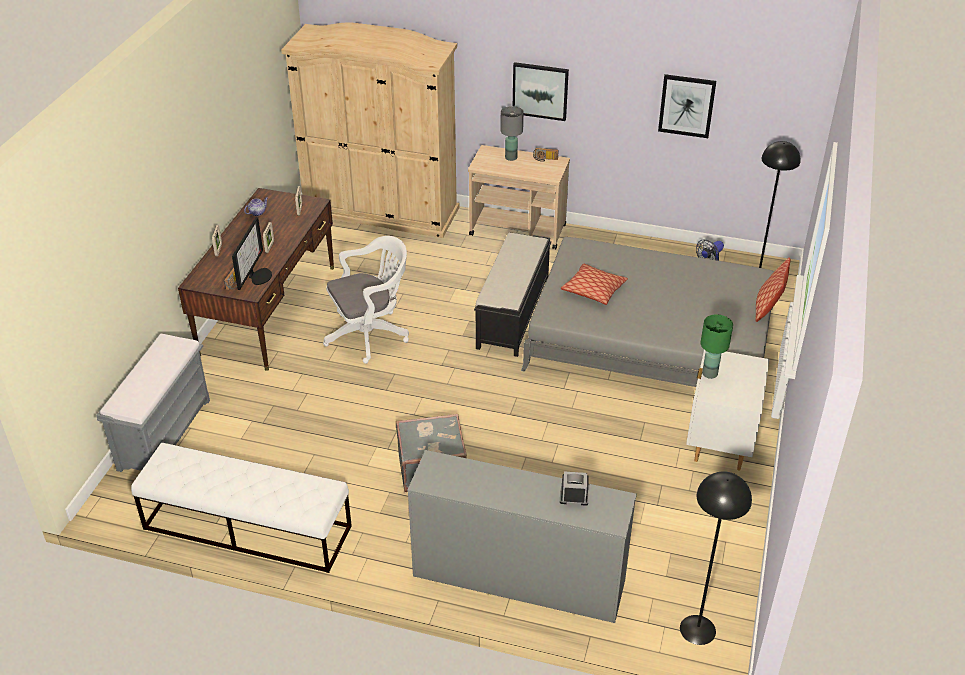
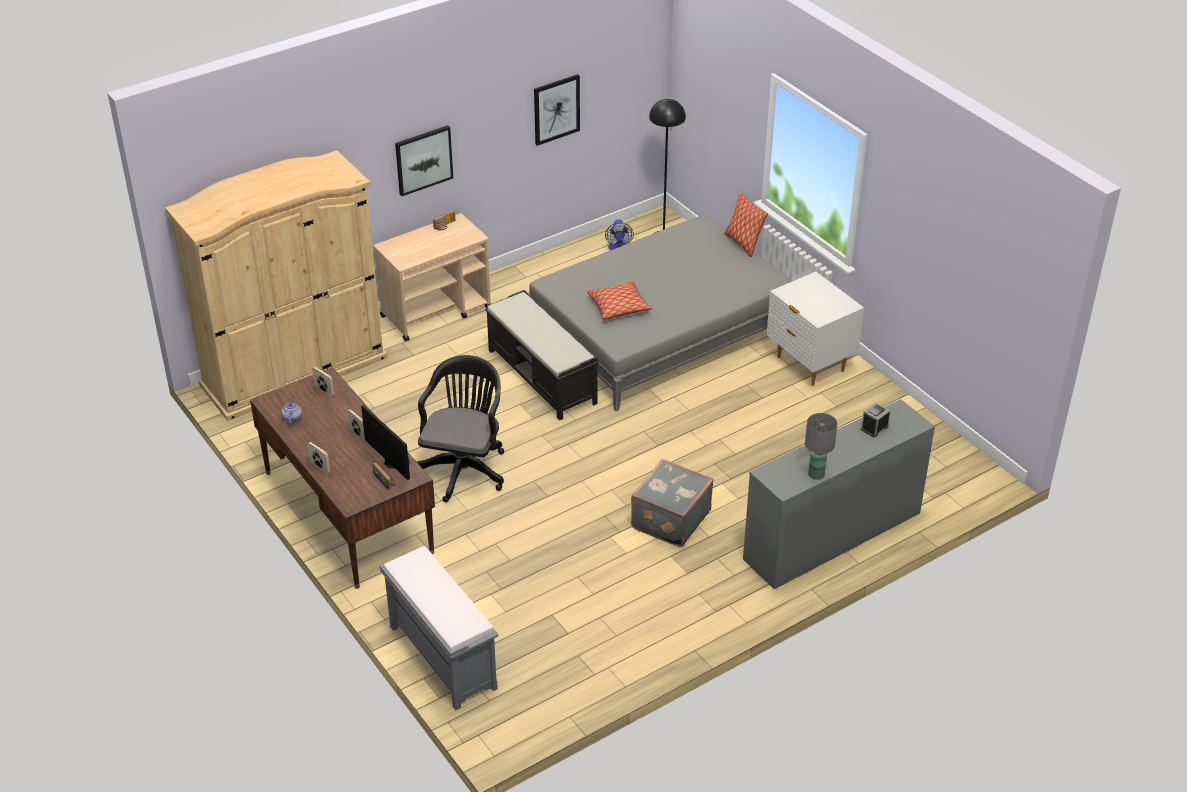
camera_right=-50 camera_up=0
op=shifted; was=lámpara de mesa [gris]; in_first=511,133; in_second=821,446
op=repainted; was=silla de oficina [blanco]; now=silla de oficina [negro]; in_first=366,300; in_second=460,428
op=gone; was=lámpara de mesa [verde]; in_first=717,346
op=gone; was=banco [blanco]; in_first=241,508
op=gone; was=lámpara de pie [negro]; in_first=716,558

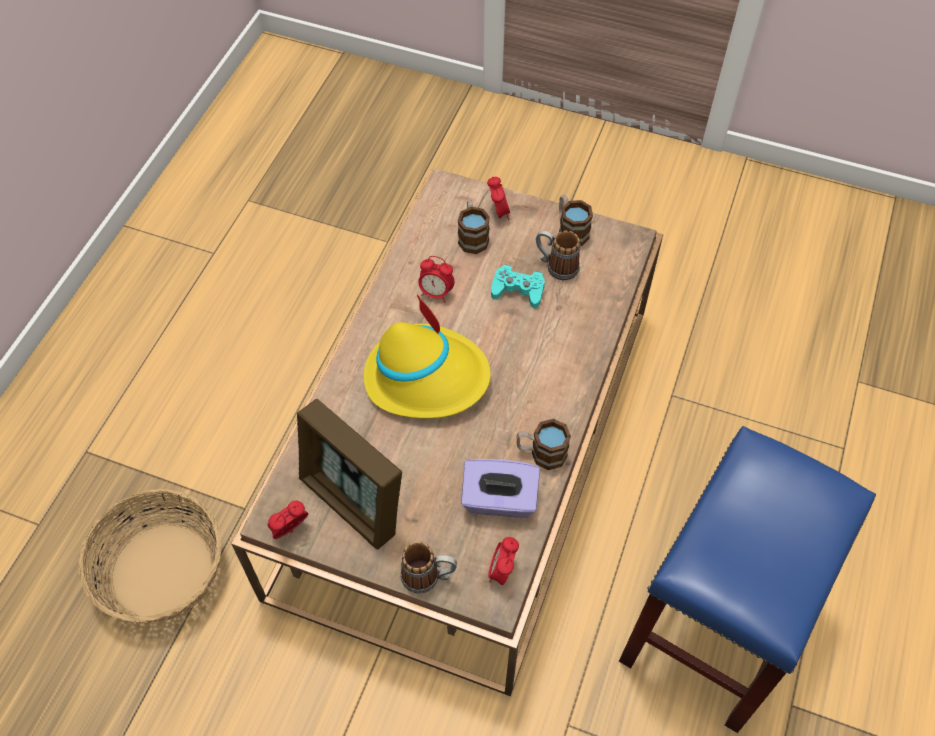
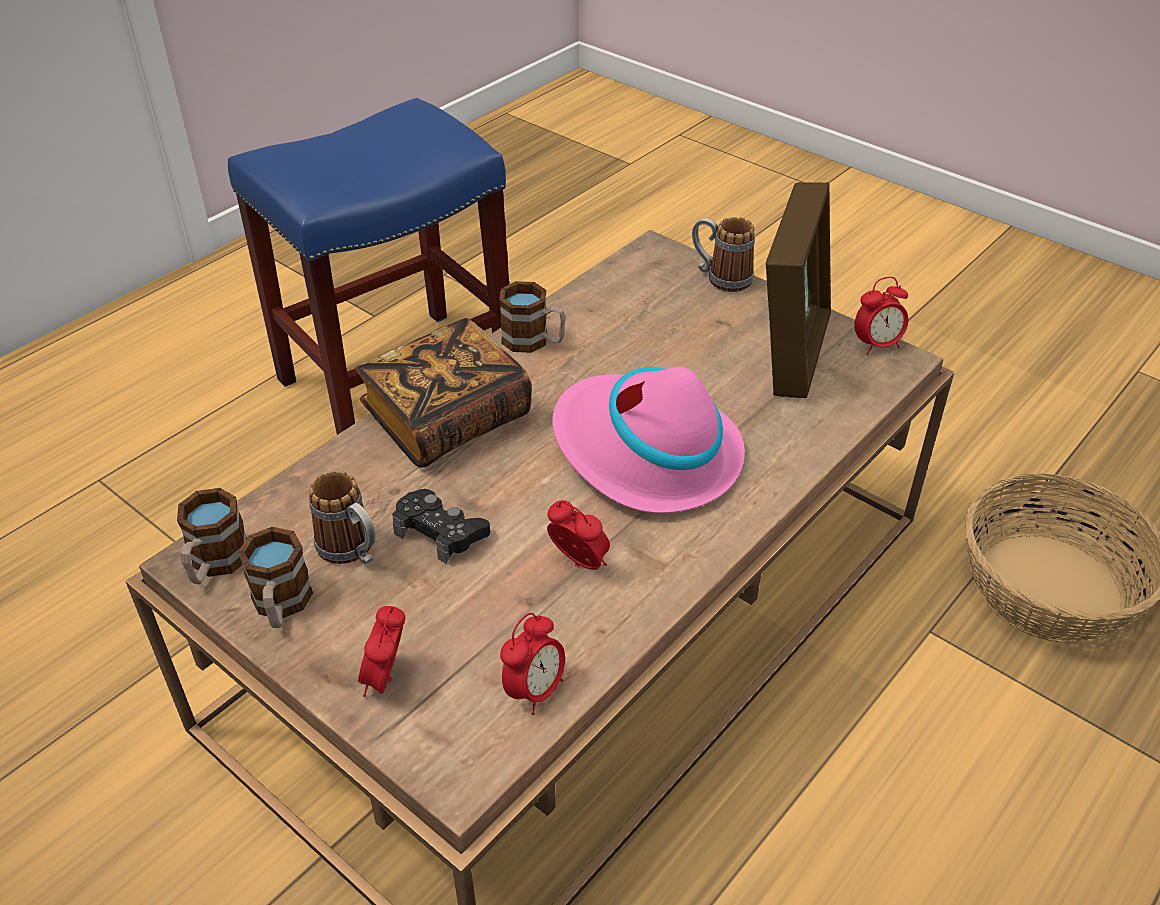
camera_right=-160 camera_up=-15
op=shifted; was=taza grande; in_first=474,227; in_second=212,536
op=repainted; was=mando de consola [turquesa]; now=mando de consola [negro]; in_first=518,286; in_second=441,526
op=repainted; was=sombrero [amarillo]; now=sombrero [rosa]; in_first=427,356; in_second=648,440
op=rotated; was=portarretratos; in_first=349,474; in_second=798,290; clockwise=45
op=gone; was=caja de pañuelos [morado]; in_first=500,488
op=shifted; was=despertador; in_first=503,561; in_second=532,664
op=new; now=libro; in_second=443,393

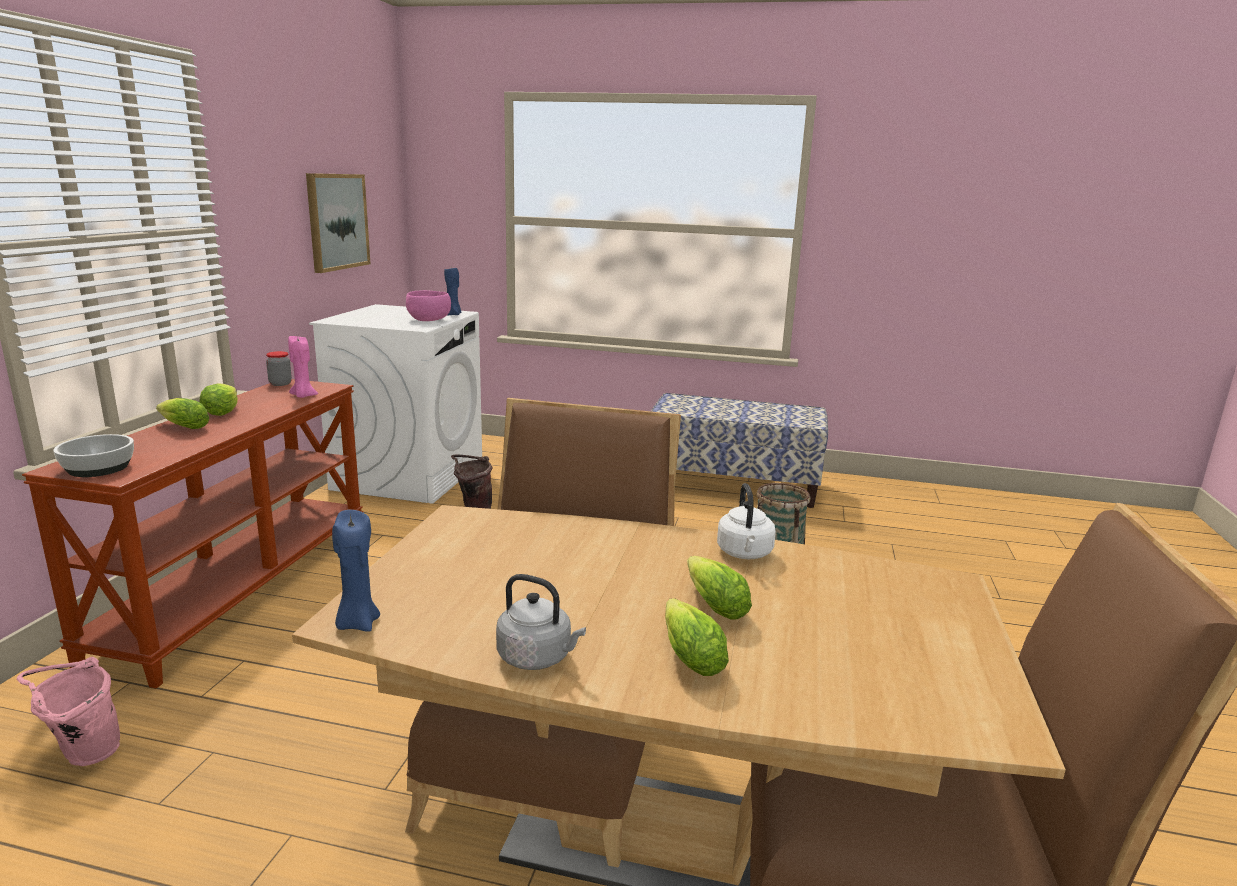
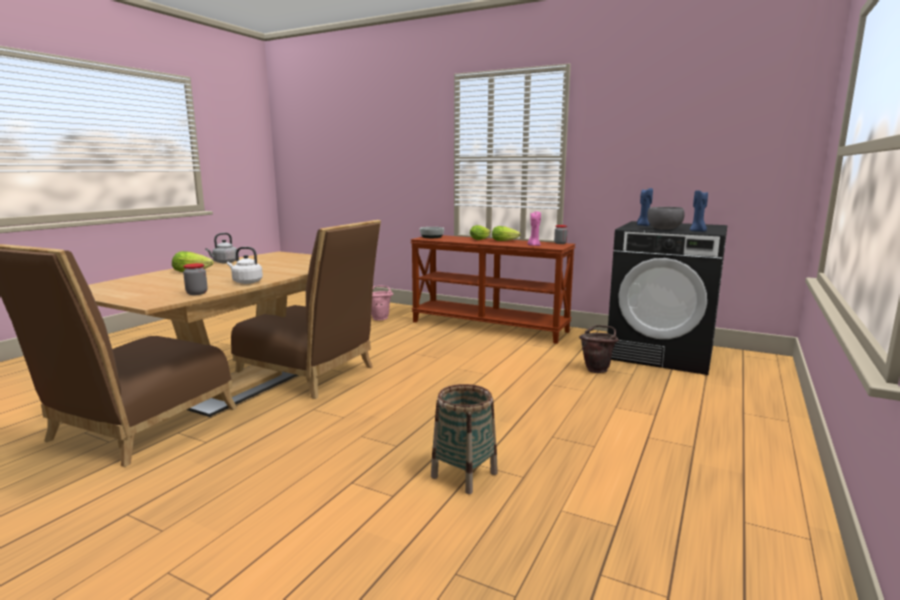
camera_right=105 camera_up=-5
op=gone; was=cuadro; in_first=338,223
op=repainted; was=cuenco [rosa]; now=cuenco [gris]; in_first=428,305; in_second=666,218
op=repainted; was=lavadora [blanco]; now=lavadora [negro]; in_first=395,404; in_second=667,298
op=gone; was=banco; in_first=739,450
op=shifted; was=vela [azul]; in_first=356,571; in_second=645,207
op=gone; was=lechuga; in_first=719,587
op=new; now=tarro; in_second=195,279

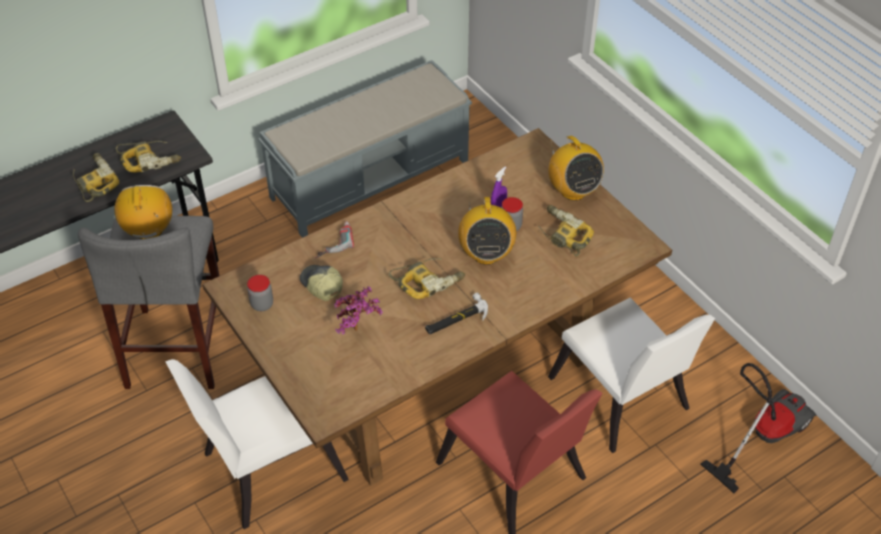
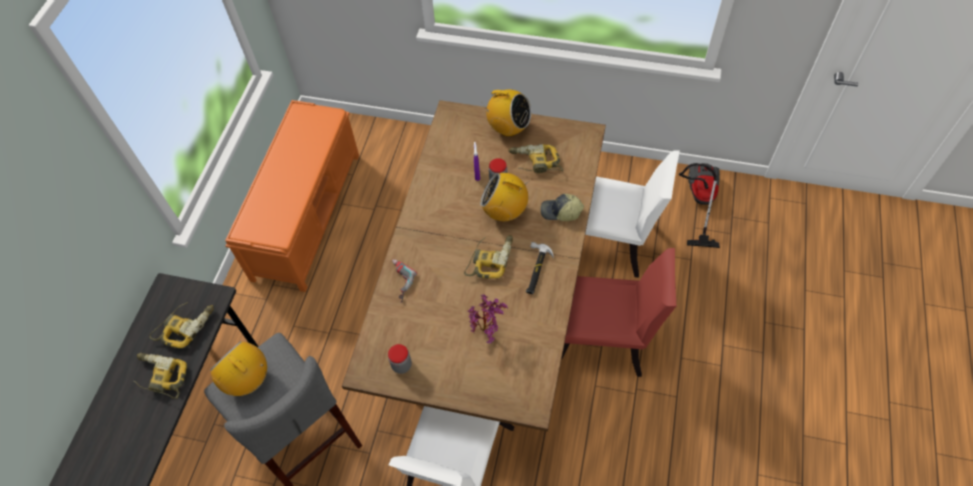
camera_right=-40 camera_up=10
op=repainted; was=banco [gris]; now=banco [naranja]; in_first=365,149; in_second=292,196
op=rotated; was=radio; in_first=487,230; in_second=506,197; clockwise=150
op=shifted; was=gorra; in_first=321,283; in_second=562,207

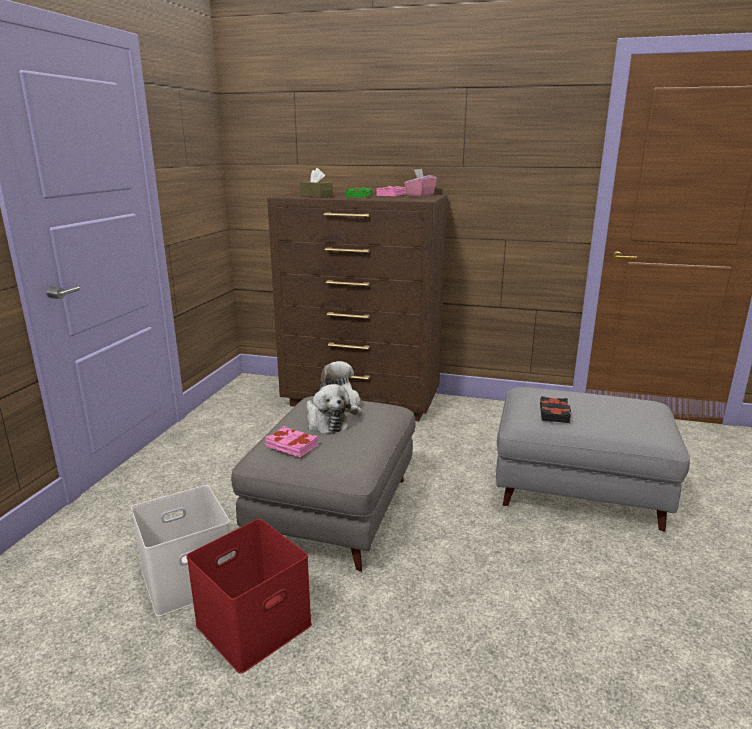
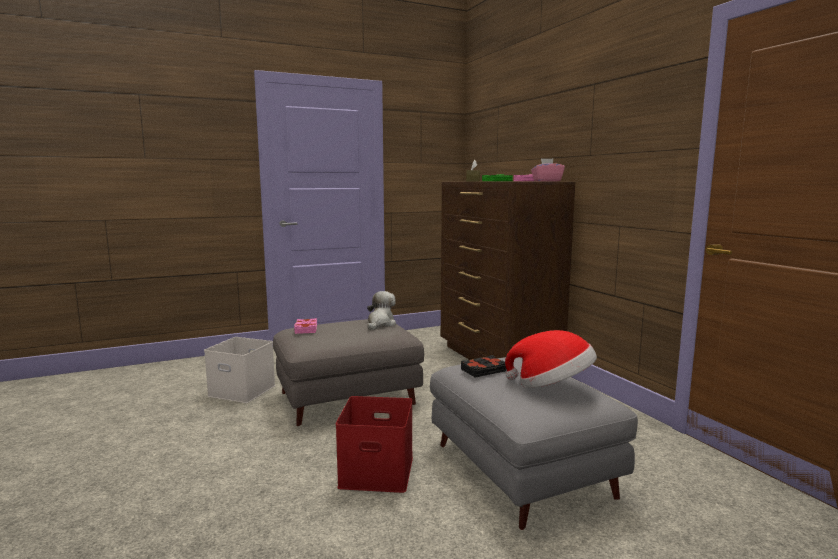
camera_right=50 camera_up=-10
op=gone; was=peluche; in_first=329,409
op=shifted; was=caja de almacenaje [rojo]; in_first=249,596; in_second=374,444
op=new; now=sombrero; in_second=551,359

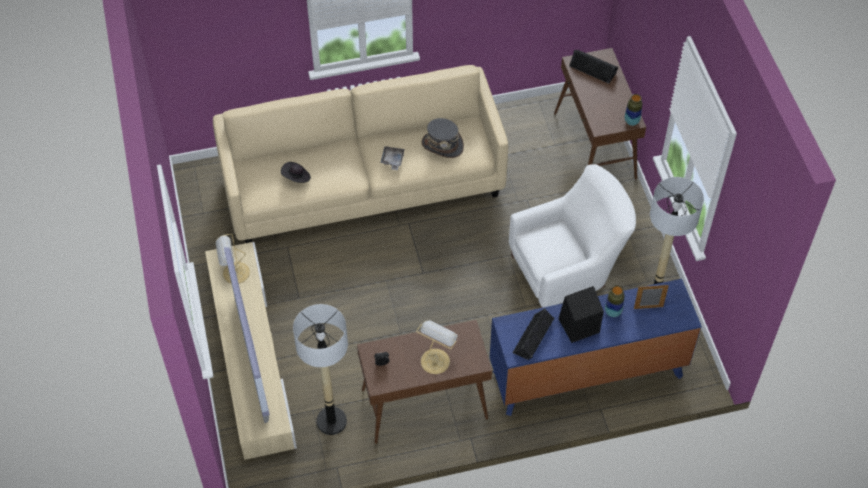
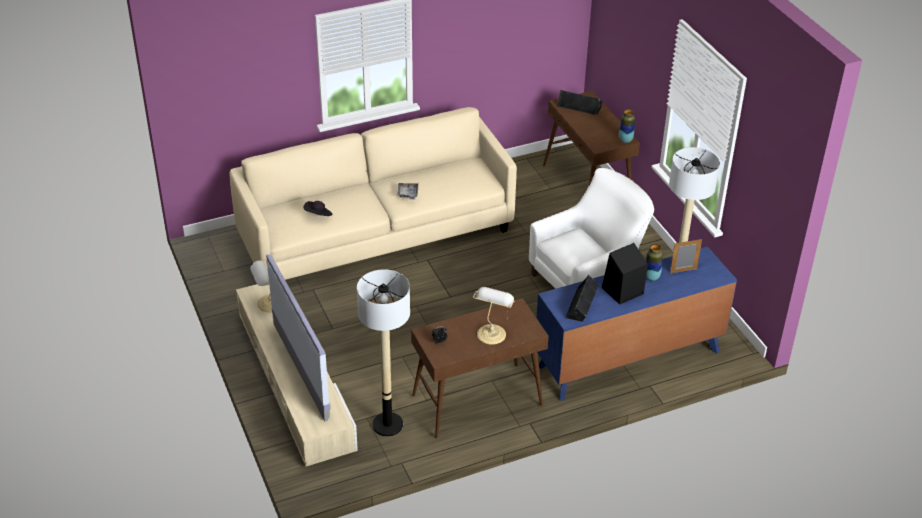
camera_right=-10 camera_up=-15
op=gone; was=sombrero [gris]; in_first=443,138

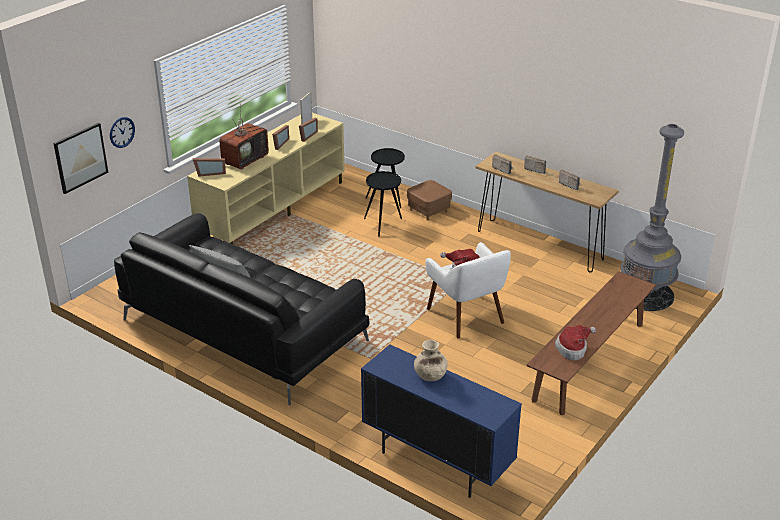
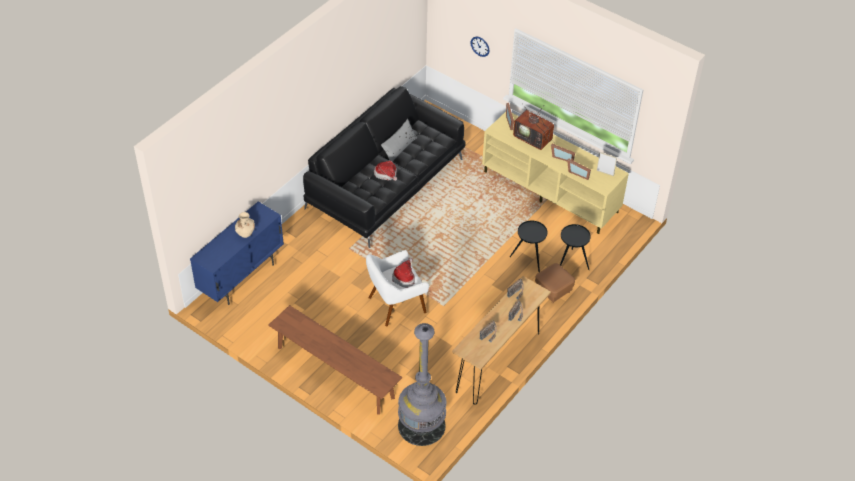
camera_right=90 camera_up=15
op=gone; was=cuadro; in_first=80,158
op=shifted; was=sombrero; in_first=575,343; in_second=385,171

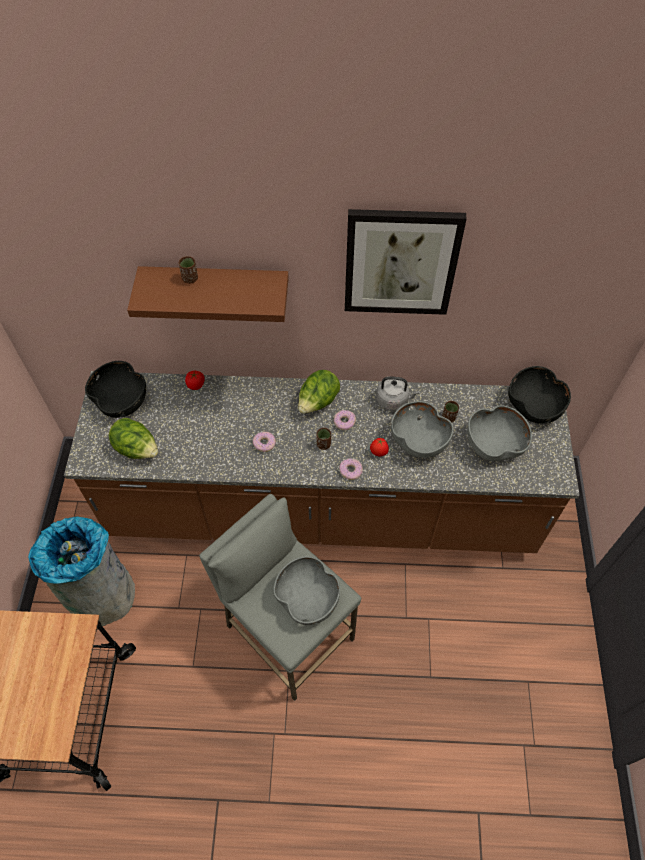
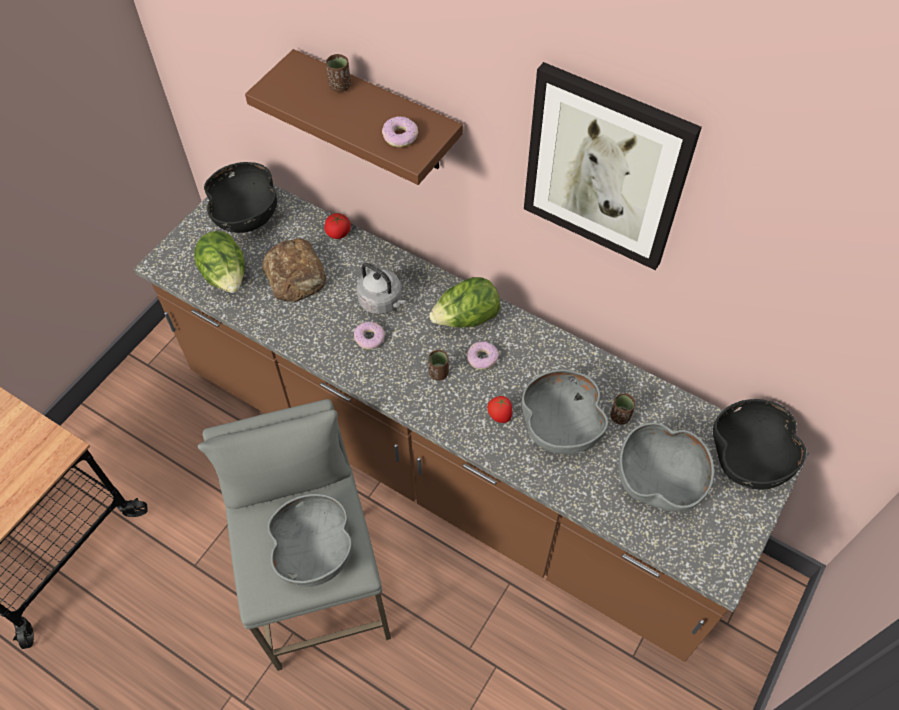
camera_right=30 camera_up=0
op=shifted; was=hervidor [gris]; in_first=398,393; in_second=381,288
op=shifted; was=rosquilla; in_first=351,469; in_second=400,131
op=gone; was=papelera [gris]; in_first=81,571
op=new; now=pan; in_second=294,270

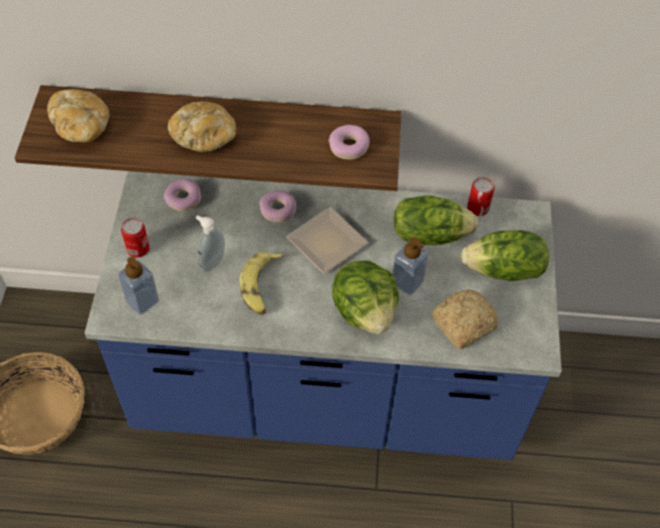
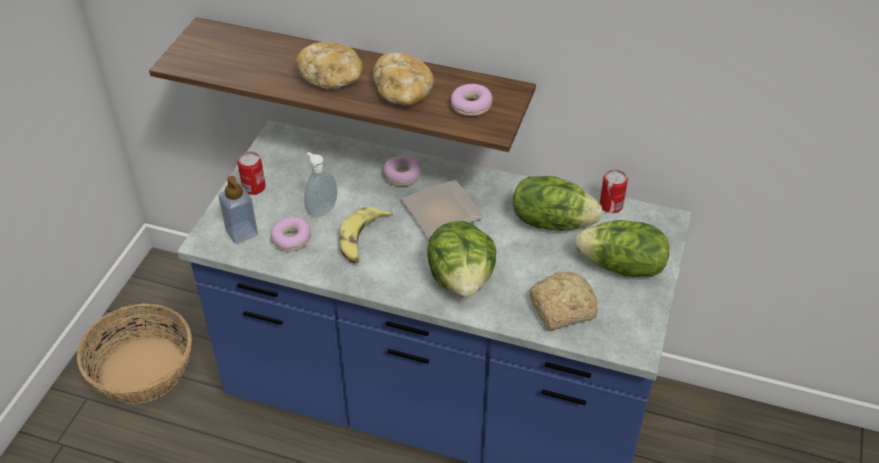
camera_right=15 camera_up=-10
op=shifted; was=pan; in_first=78,116; in_second=403,79
op=shifted; was=rosquilla; in_first=182,195; in_second=290,234
op=gone; was=dispensador de jabón; in_first=410,266

